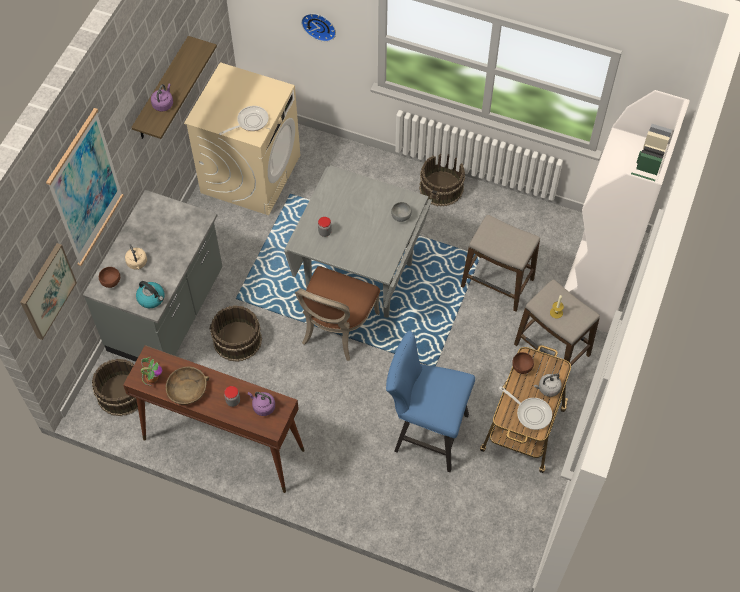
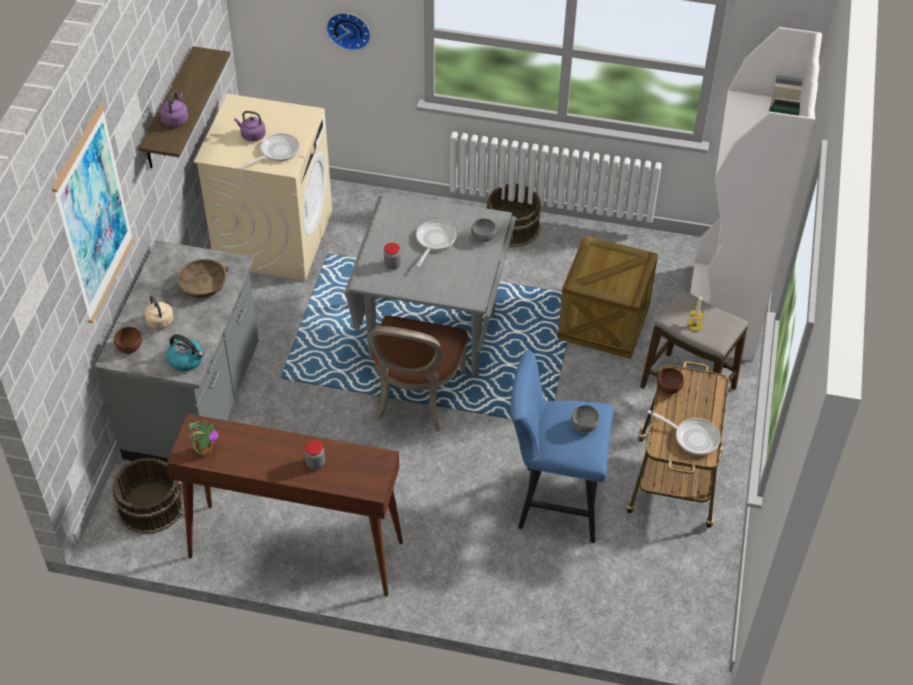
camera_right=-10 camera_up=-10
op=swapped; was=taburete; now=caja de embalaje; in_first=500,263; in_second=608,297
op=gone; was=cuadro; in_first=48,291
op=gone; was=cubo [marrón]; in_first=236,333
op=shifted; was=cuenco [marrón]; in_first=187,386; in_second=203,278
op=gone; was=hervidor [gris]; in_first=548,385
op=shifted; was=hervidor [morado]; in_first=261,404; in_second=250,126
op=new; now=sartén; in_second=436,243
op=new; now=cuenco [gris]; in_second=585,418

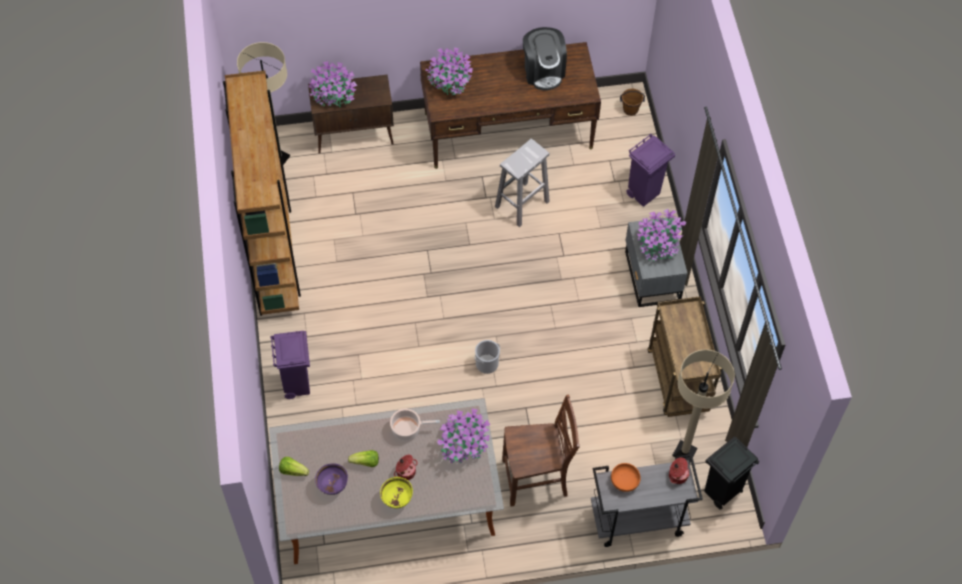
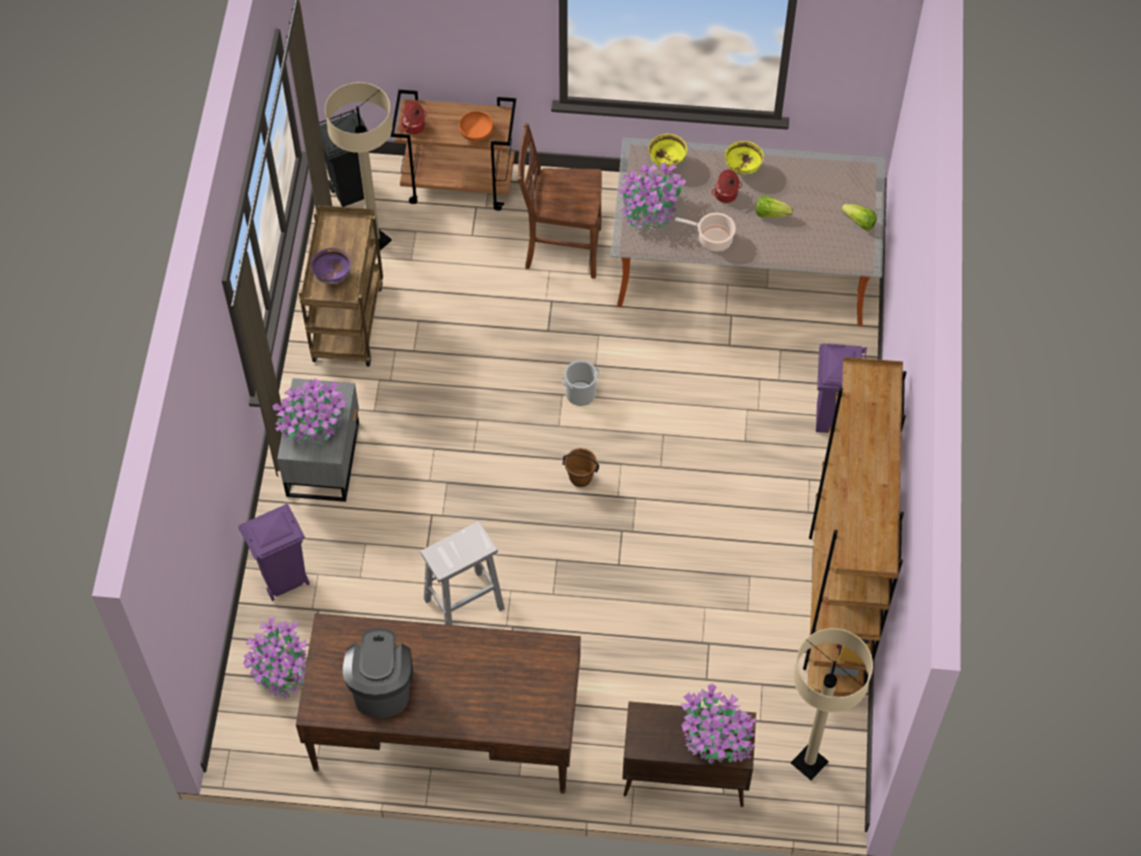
camera_right=-165 camera_up=0
op=shifted; was=planta en maceta; in_first=449,71; in_second=275,658
op=shifted; was=cubo [marrón]; in_first=632,102; in_second=580,467
op=repainted; was=carrito [gris]; now=carrito [marrón]; in_first=647,500; in_second=453,150
op=shifted; was=cuenco [morado]; in_first=331,479; in_second=331,266
op=new; now=cuenco [amarillo]; in_second=668,151

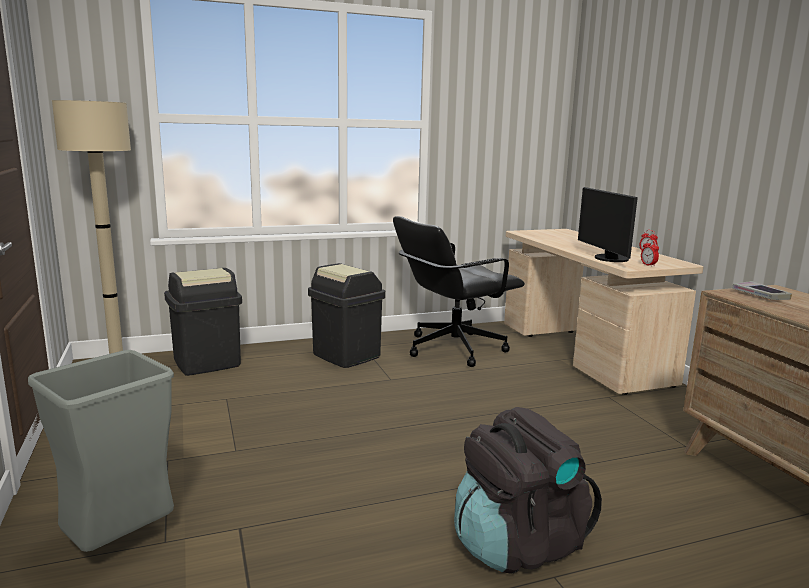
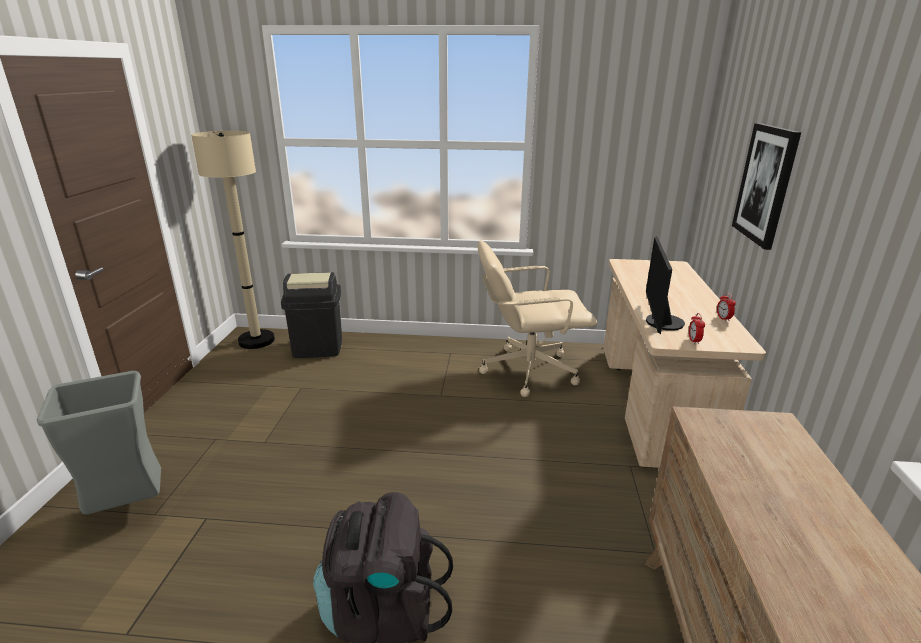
camera_right=25 camera_up=10
op=repainted; was=silla de oficina [negro]; now=silla de oficina [beis]; in_first=459,291; in_second=537,318
op=gone; was=papelera [negro]; in_first=346,315
op=gone; was=libro; in_first=762,290
op=new; now=cuadro; in_second=766,186

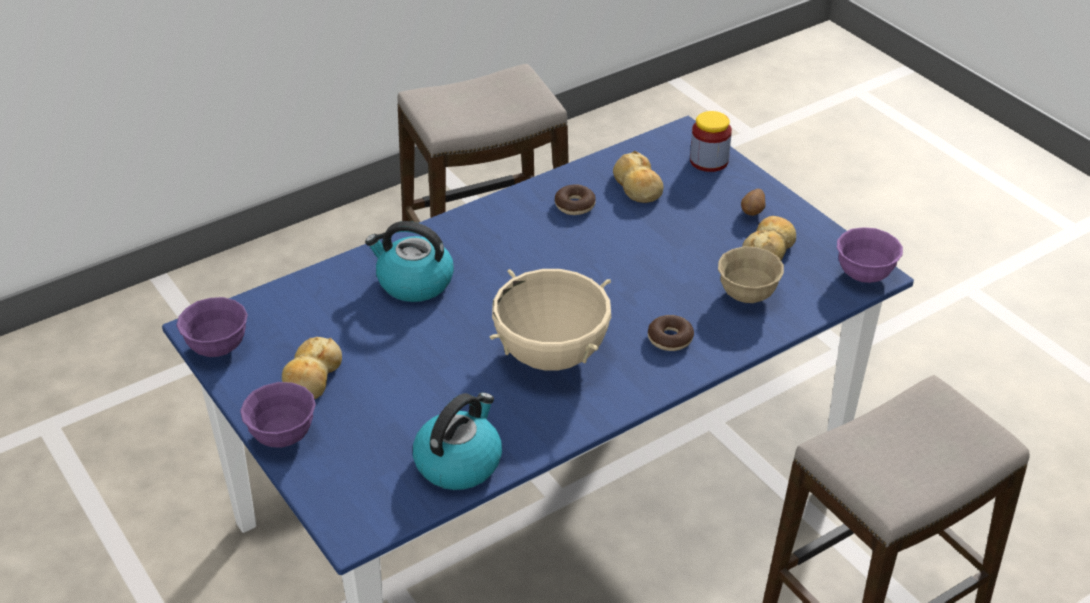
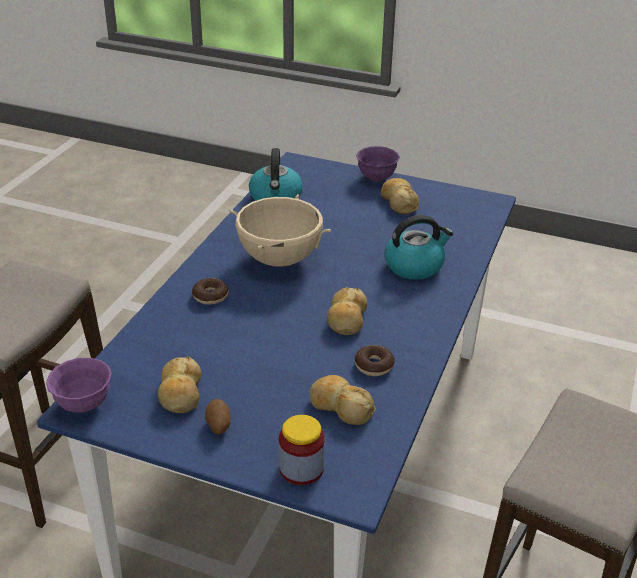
camera_right=145 camera_up=-5
op=gone; was=cuenco [beis]; in_first=751,274
op=gone; was=cuenco [morado]; in_first=212,327
op=new; now=pan; in_second=347,311

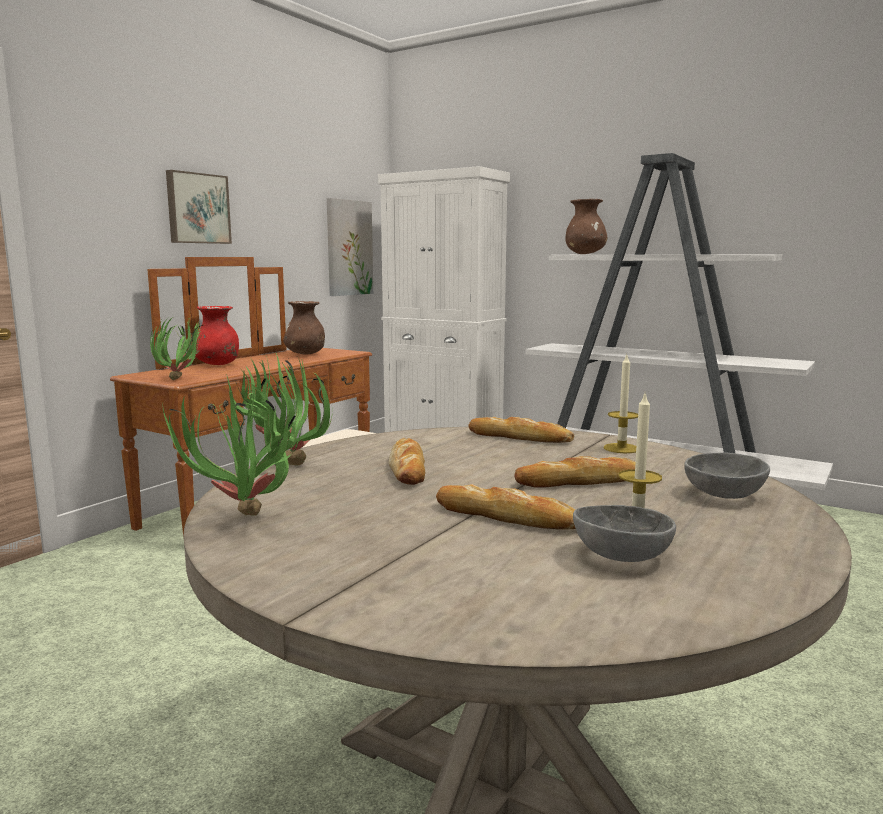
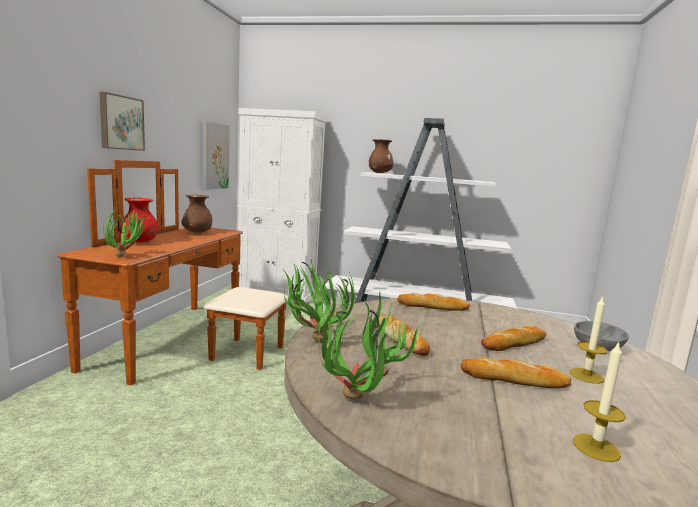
camera_right=-20 camera_up=0
op=shifted; was=vela; in_first=620,404; in_second=599,402
op=gone; was=cuenco [gris]; in_first=624,533

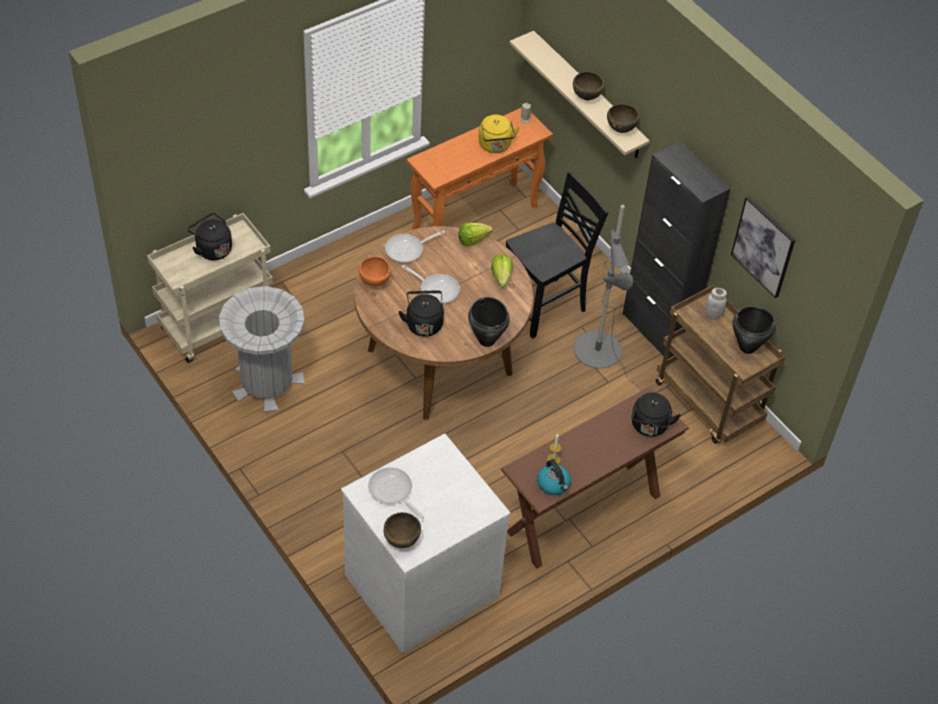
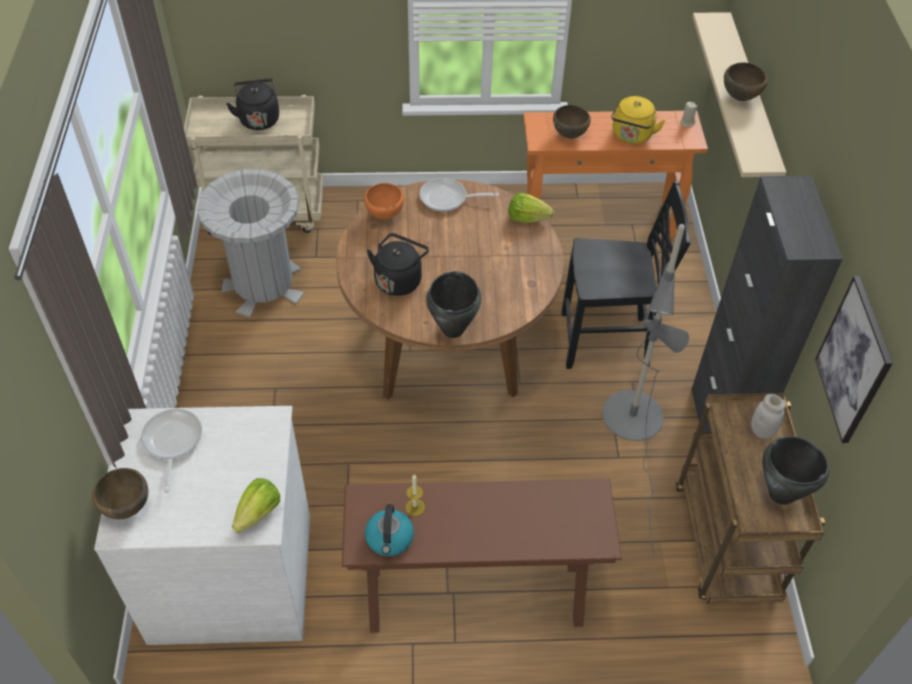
camera_right=35 camera_up=0
op=shifted; was=cuenco [marrón]; in_first=623,118; in_second=572,122
op=shifted; was=lechuga; in_first=502,271; in_second=256,505
op=gone; was=sartén; in_first=431,284
op=gone; was=hervidor [negro]; in_first=656,414

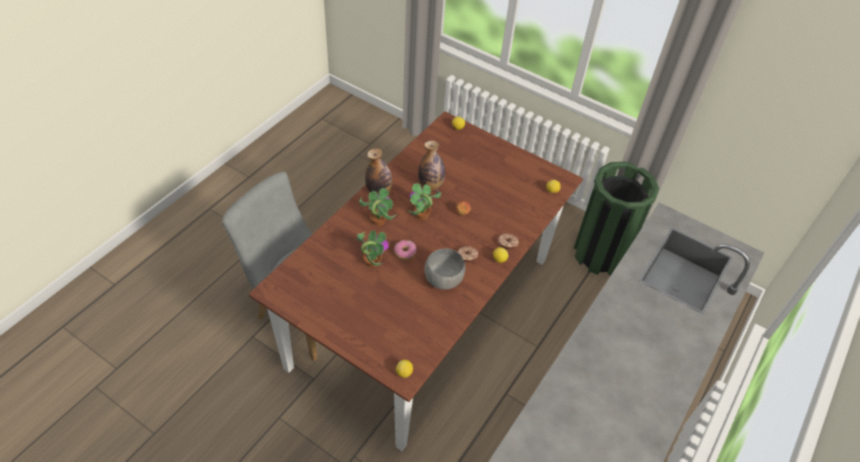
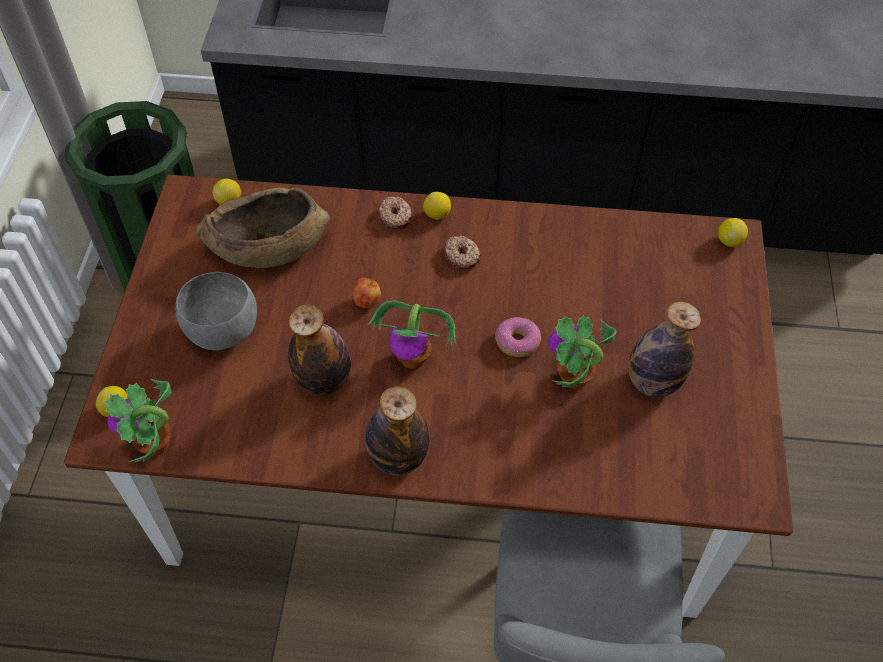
camera_right=-115 camera_up=5
op=shifted; was=planta en maceta; in_first=377,207; in_second=138,421
op=shifted; was=cuenco [gris]; in_first=445,269; in_second=216,311
op=new; now=cuenco [marrón]; in_second=263,227
op=new; now=botella; in_second=664,349

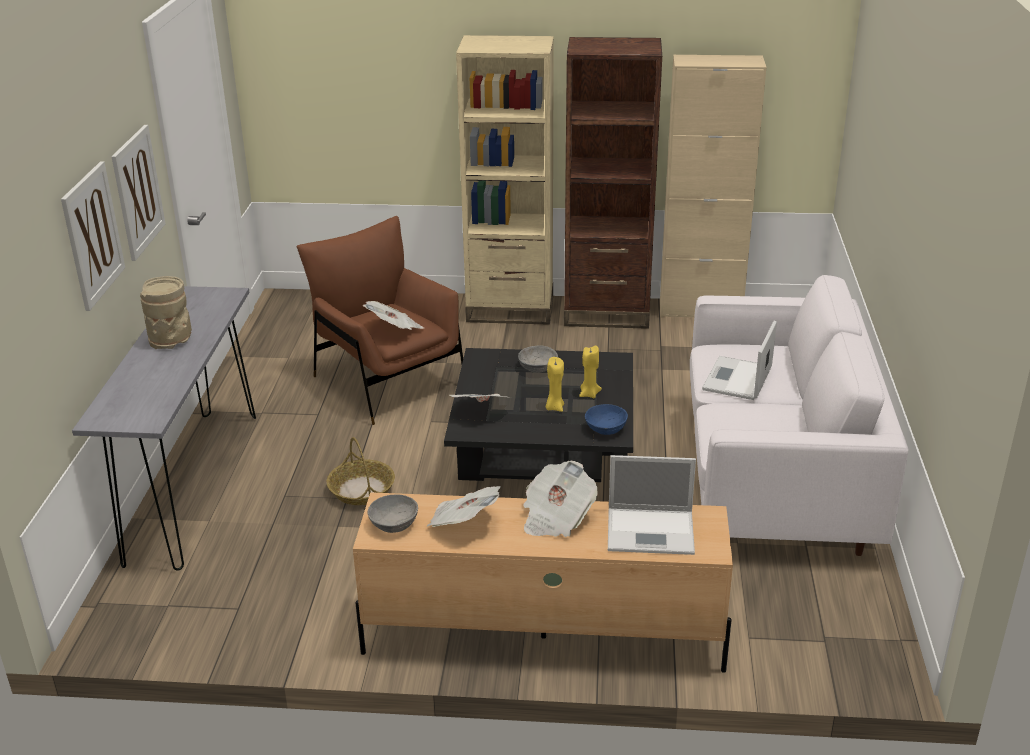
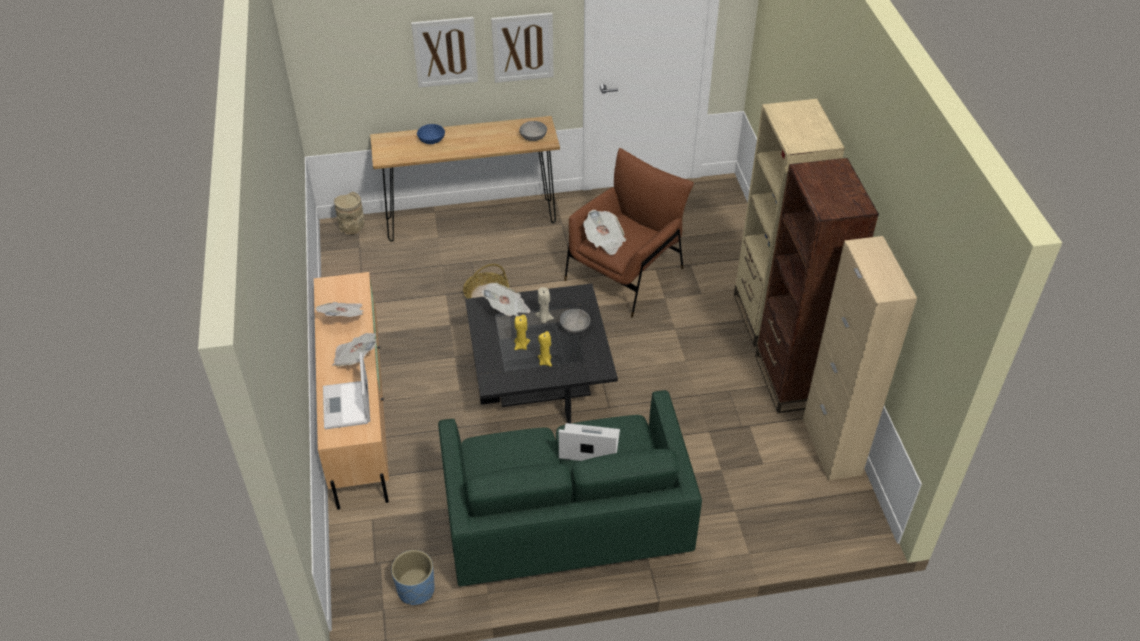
camera_right=75 camera_up=15
op=repainted; was=sofá [blanco]; now=sofá [verde]; in_first=799,415; in_second=570,488
op=shifted; was=florero [beis]; in_first=166,312; in_second=349,213
op=repainted; was=mesa consola [gris]; now=mesa consola [marrón]; in_first=164,428; in_second=465,179
op=shifted; was=cuenco [azul]; in_first=606,419; in_second=431,134
op=shifted; was=cuenco [gris]; in_first=393,514; in_second=533,131
op=new; now=vela [beis]; in_second=544,305
op=new; now=maceta [azul]; in_second=413,577

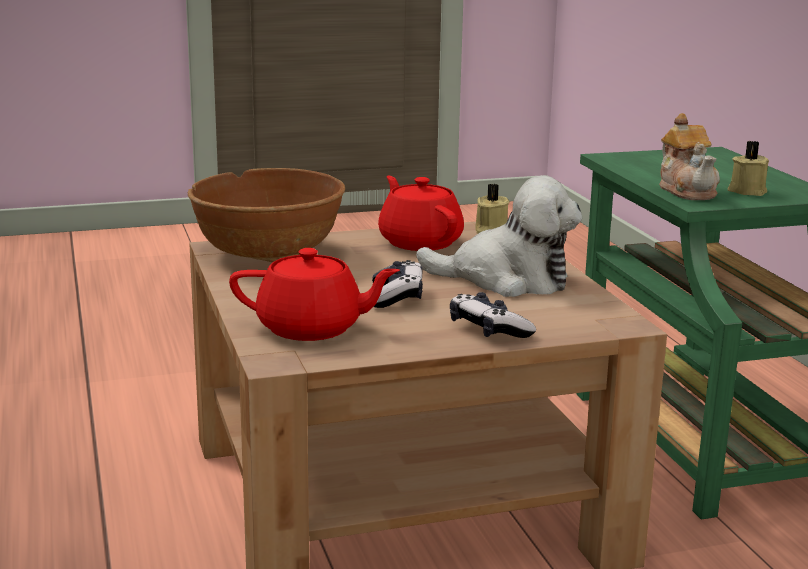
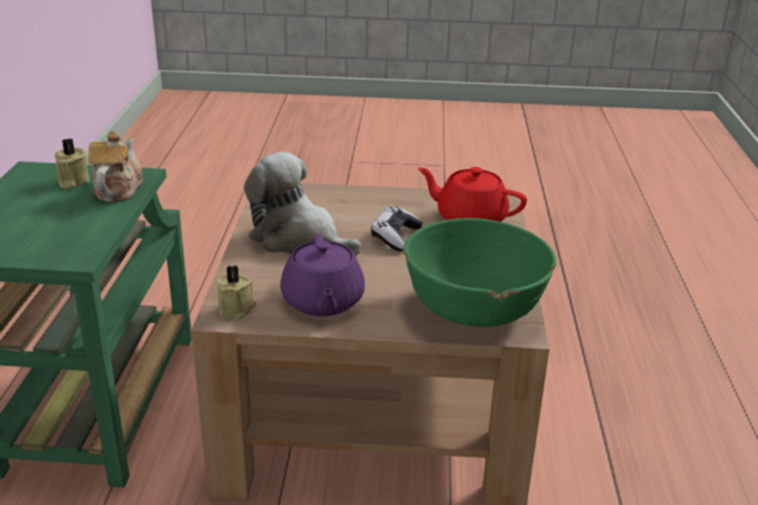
camera_right=-160 camera_up=10
op=repainted; was=cuenco [marrón]; now=cuenco [verde]; in_first=266,215; in_second=480,272
op=repainted; was=tetera [rojo]; now=tetera [morado]; in_first=421,213; in_second=322,275
op=gone; was=mando de consola; in_first=493,315

